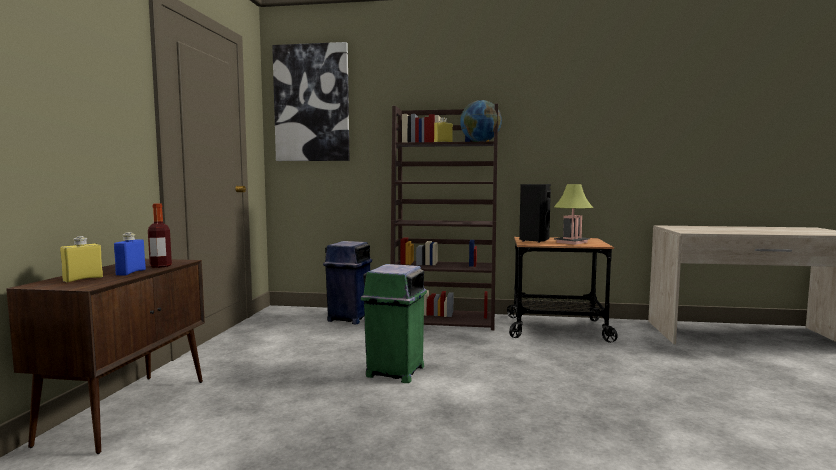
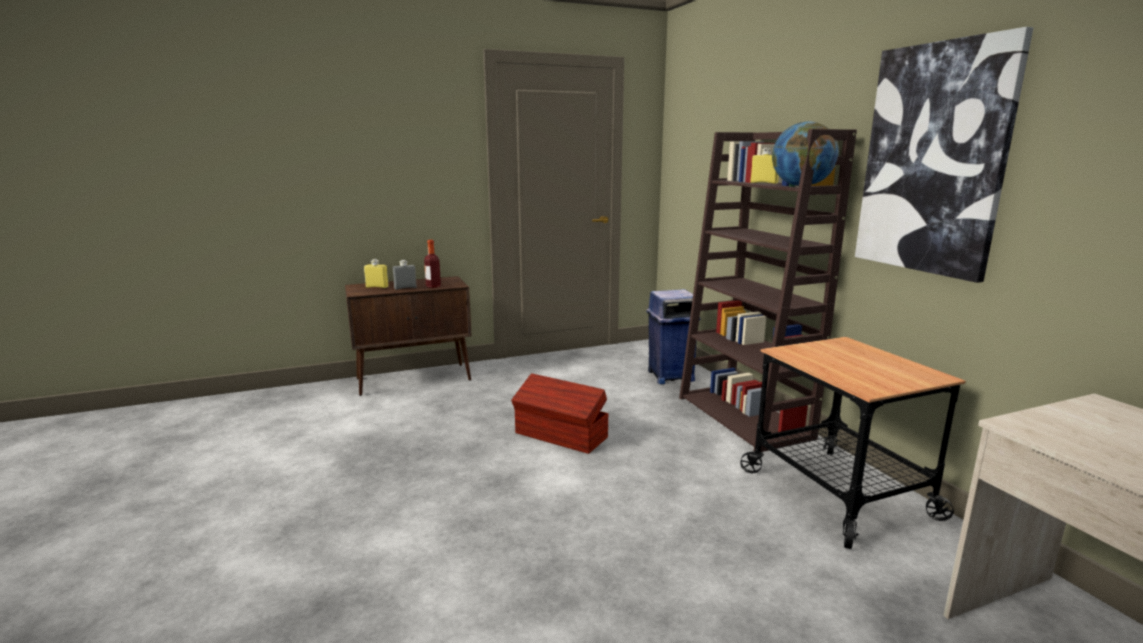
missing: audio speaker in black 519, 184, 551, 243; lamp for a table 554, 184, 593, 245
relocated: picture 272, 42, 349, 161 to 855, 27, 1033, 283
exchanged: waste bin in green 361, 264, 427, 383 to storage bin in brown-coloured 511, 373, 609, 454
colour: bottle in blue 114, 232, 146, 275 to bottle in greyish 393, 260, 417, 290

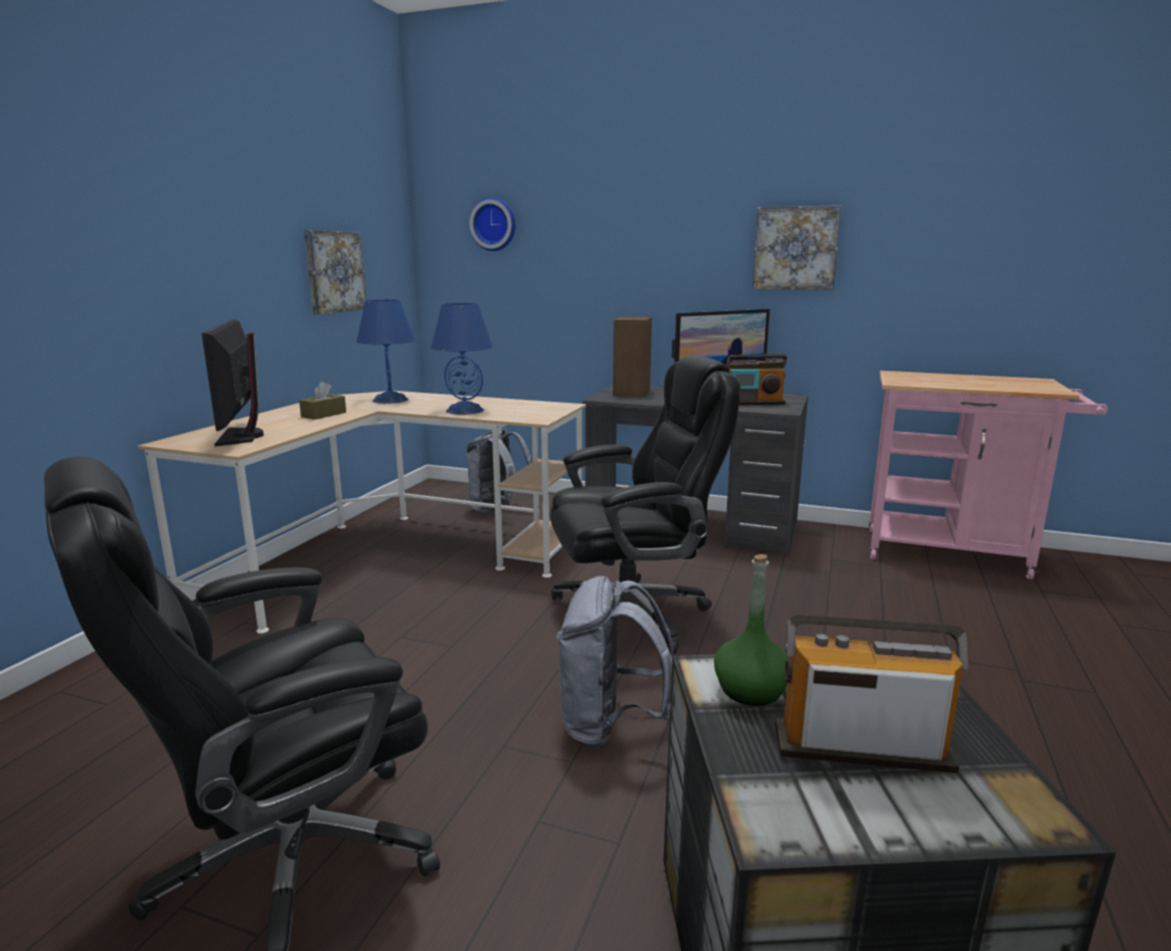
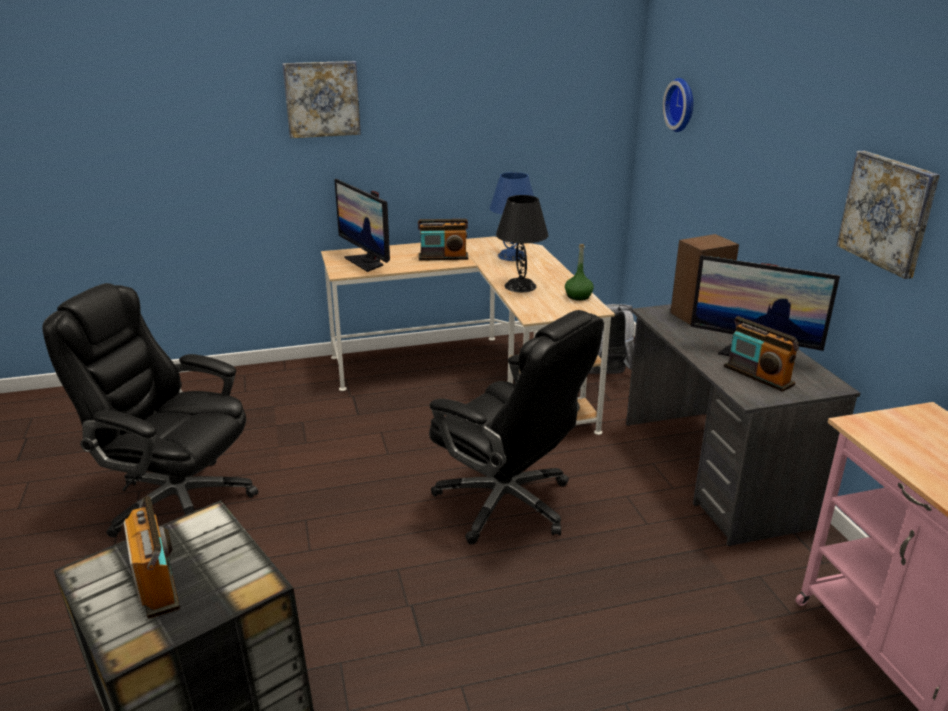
missing: backpack in greyish 557, 576, 673, 749
relocated: picture 304, 230, 366, 314 to 282, 61, 361, 138; bottle in green 714, 554, 790, 706 to 565, 244, 594, 301
exchanged: tissue holder in brown-coloured 299, 381, 346, 420 to radio 418, 219, 468, 261
colour: lamp for a table in blue 431, 303, 493, 415 to lamp for a table in black 496, 195, 548, 292
spun: computer screen 202, 319, 264, 446 = 334, 179, 390, 272 75 degrees counterclockwise

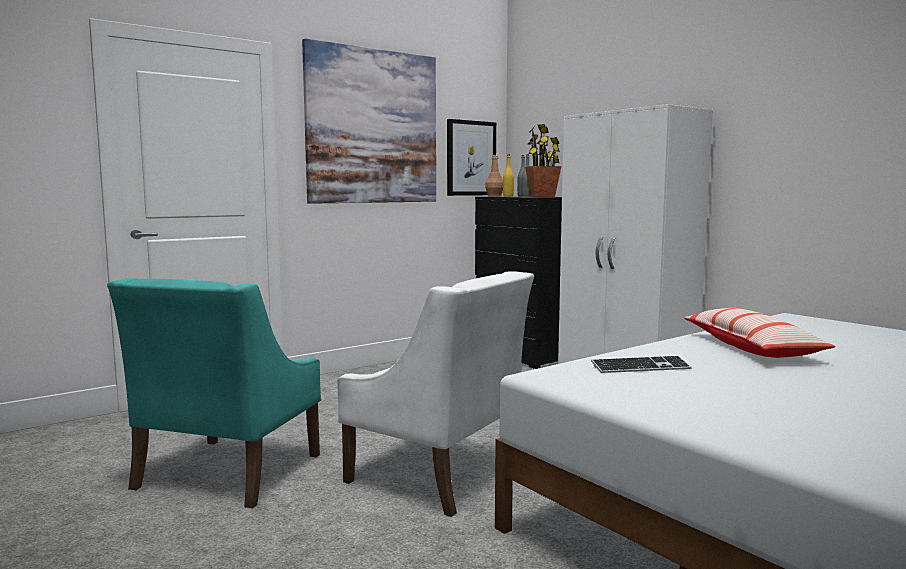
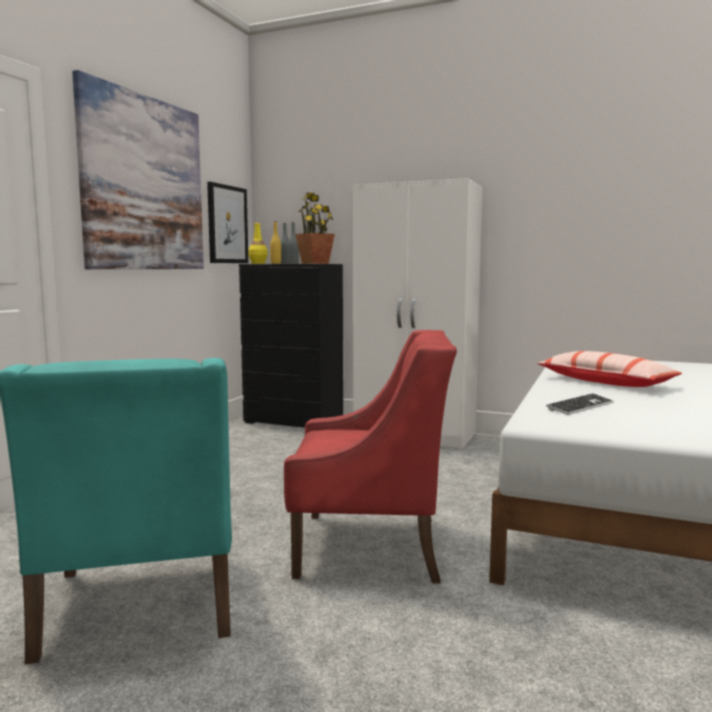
colour: armchair in white 337, 271, 534, 517 to armchair in red-coloured 284, 330, 457, 584; bottle in brown-coloured 485, 155, 503, 196 to bottle in yellowish 248, 222, 268, 264

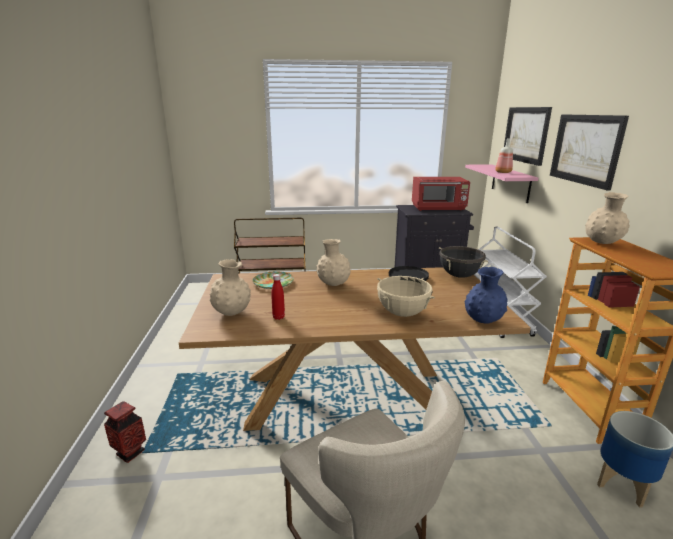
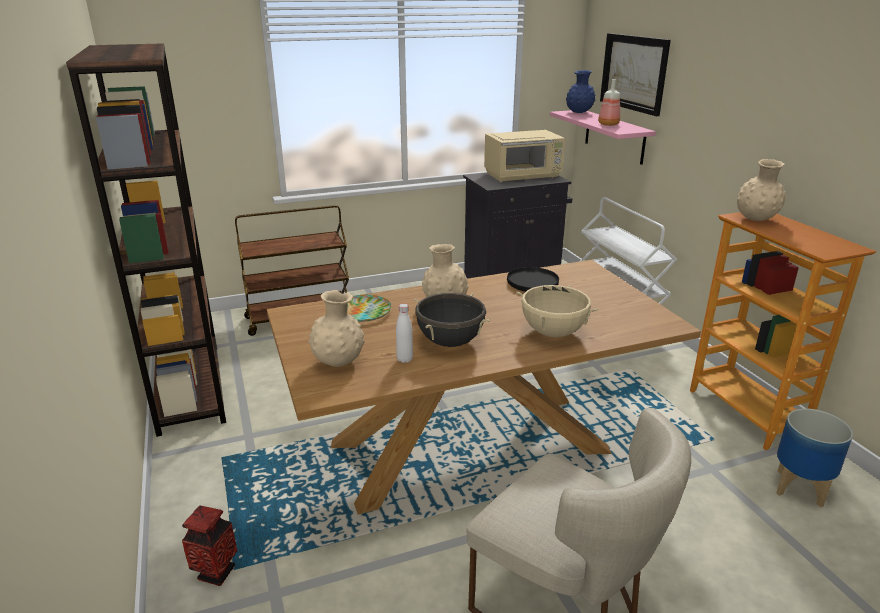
missing: picture 550, 114, 629, 190
appeared: bookcase in brown-coloured 66, 43, 226, 437
relocated: saucepot in black 439, 246, 488, 278 to 414, 293, 490, 347; decorative vase in blue 465, 267, 508, 324 to 566, 70, 596, 113
colour: bottle in red-coloured 271, 274, 285, 320 to bottle in white 396, 304, 413, 363; kitchen microwave in red-coloured 412, 177, 470, 211 to kitchen microwave in sand-coloured 484, 130, 565, 182

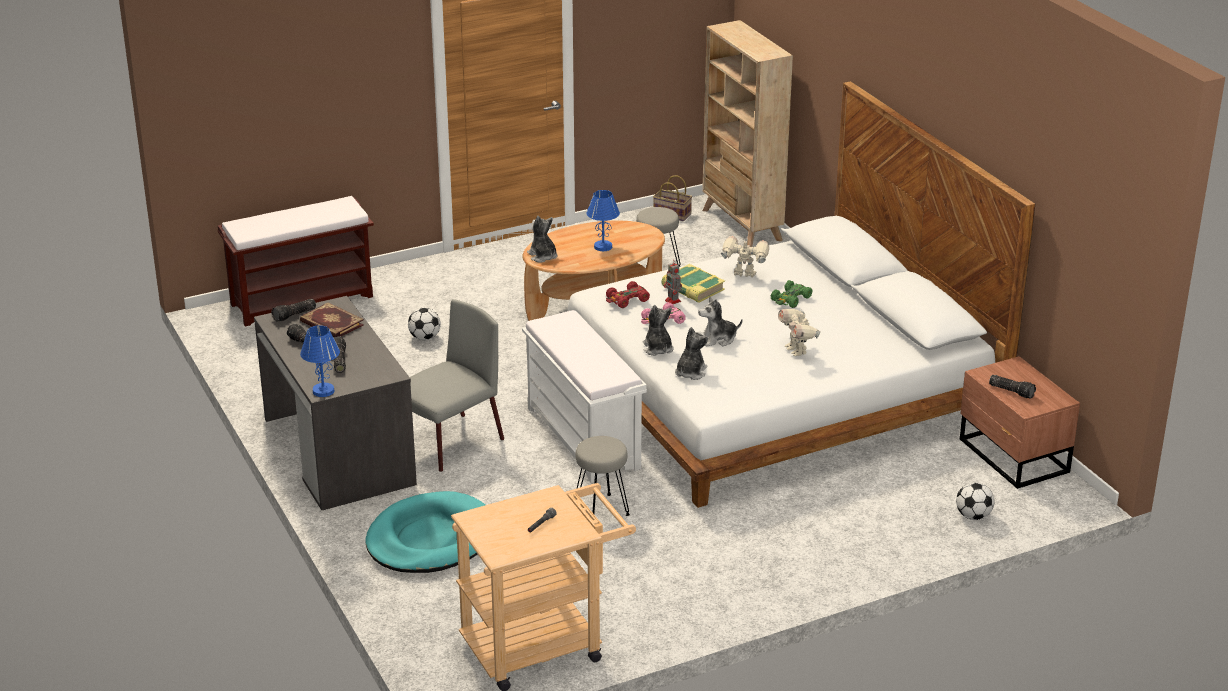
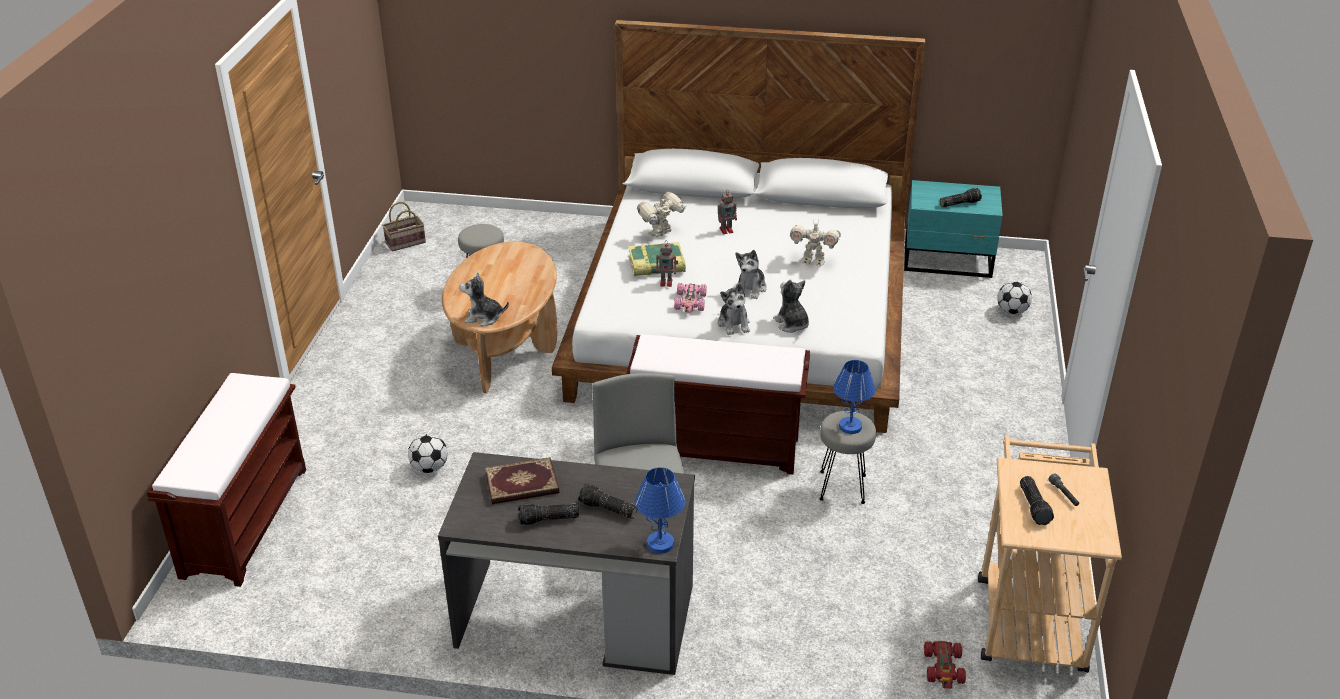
missing: dog bed in turquoise 366, 491, 485, 573; bookcase in sand-coloured 702, 20, 793, 247
relocated: flashlight 271, 299, 316, 322 to 1020, 476, 1054, 525; lamp for a table in blue 587, 190, 620, 251 to 833, 360, 875, 434; model car in red-coloured 606, 281, 650, 308 to 924, 641, 966, 689
exchanged: model car in green 771, 280, 813, 308 to model robot 718, 190, 737, 234
colour: bench in white 522, 310, 647, 483 to bench in brown-coloured 626, 334, 810, 475; nightstand in brown-coloured 960, 356, 1080, 489 to nightstand in turquoise 904, 180, 1003, 278
spun: cuddly toy 643, 305, 674, 356 = 718, 284, 750, 335 120 degrees counterclockwise

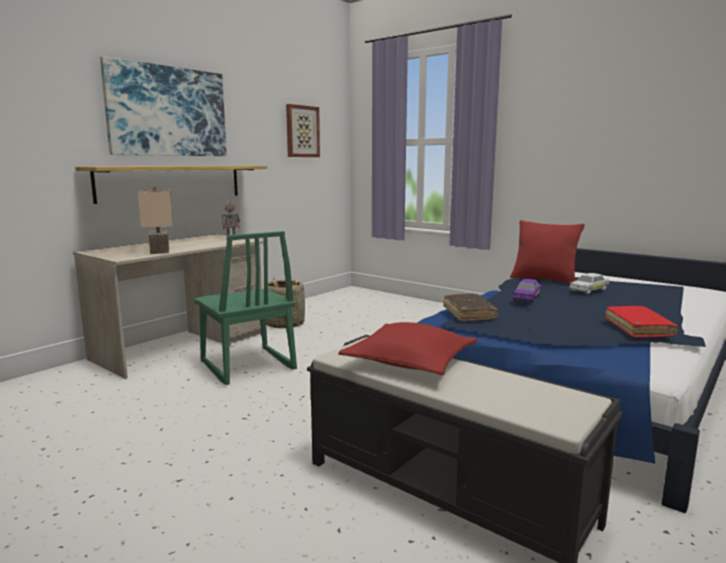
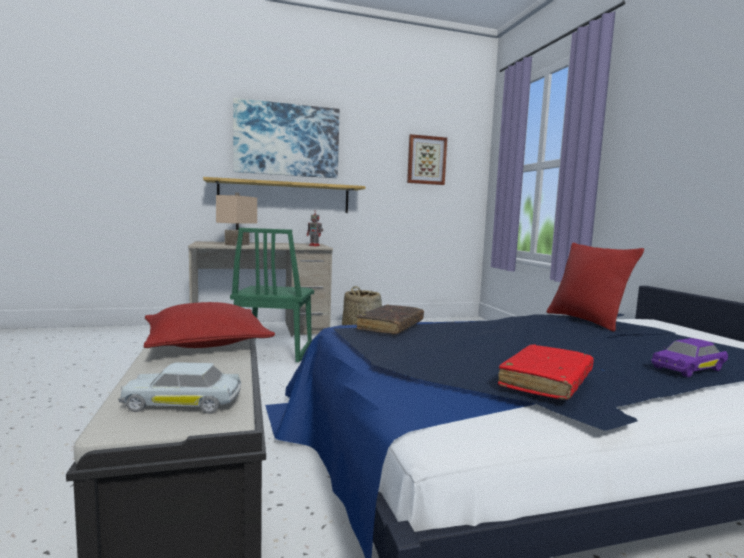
relocated: model car in purple 513, 279, 541, 303 to 651, 338, 728, 377; model car in white 570, 273, 609, 294 to 118, 362, 241, 414

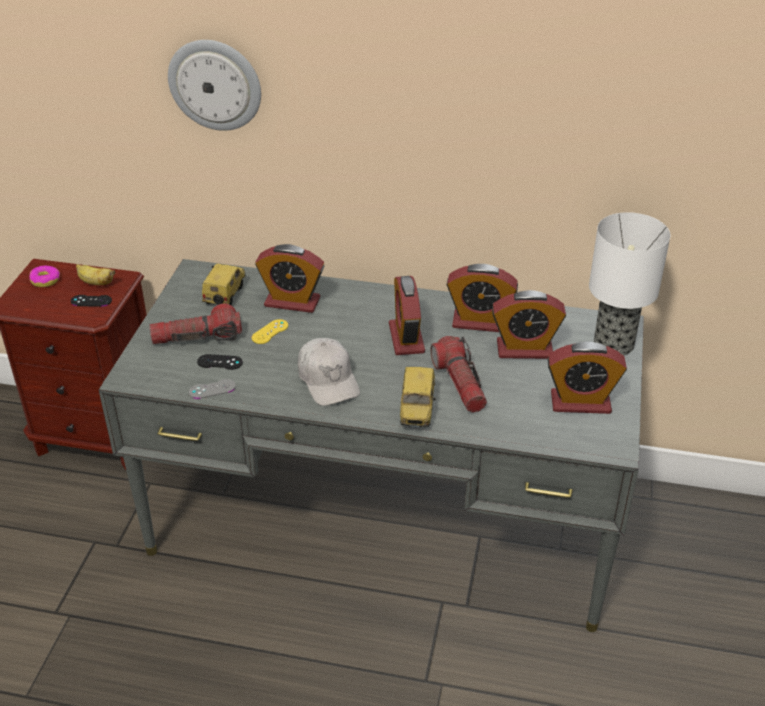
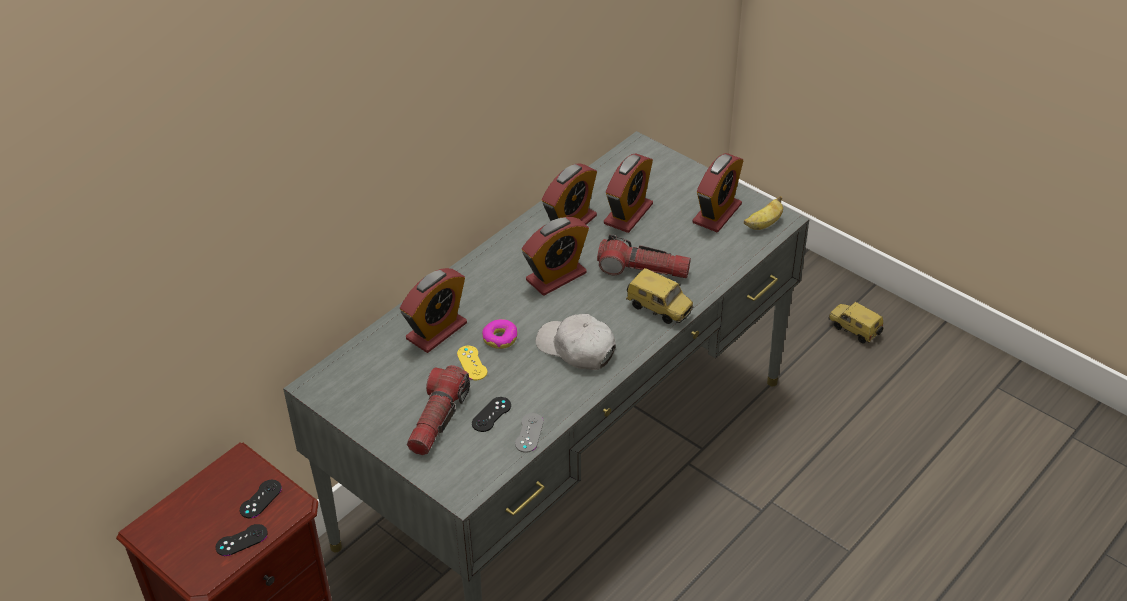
missing: clock on the wall 168, 40, 261, 131; lamp for a table 589, 212, 670, 356
appeared: game controller in black 216, 524, 268, 556
relocated: ring doughnut 29, 266, 60, 287 to 482, 319, 518, 349; banana fruit 76, 264, 115, 285 to 744, 196, 783, 230; model car 202, 264, 246, 305 to 828, 302, 883, 344
spun: cap in white 298, 338, 360, 406 = 536, 314, 616, 370 150 degrees counterclockwise; table clock 389, 276, 425, 355 = 522, 217, 589, 296 60 degrees counterclockwise

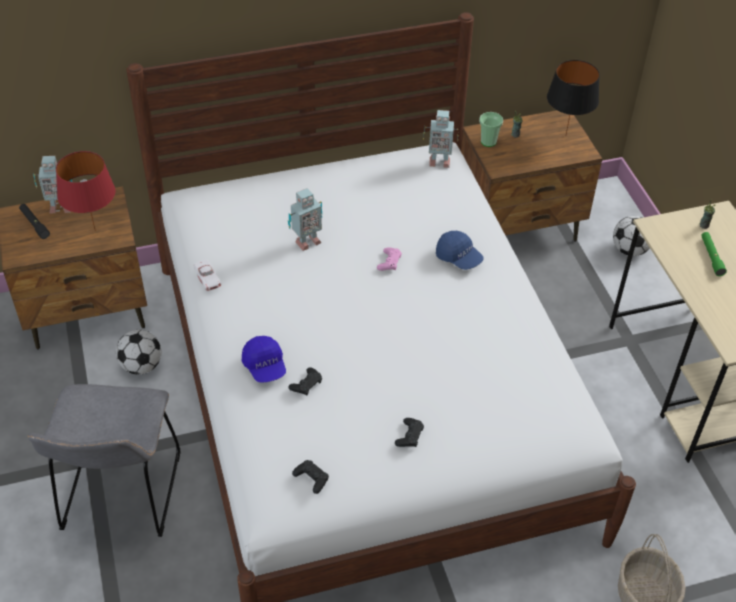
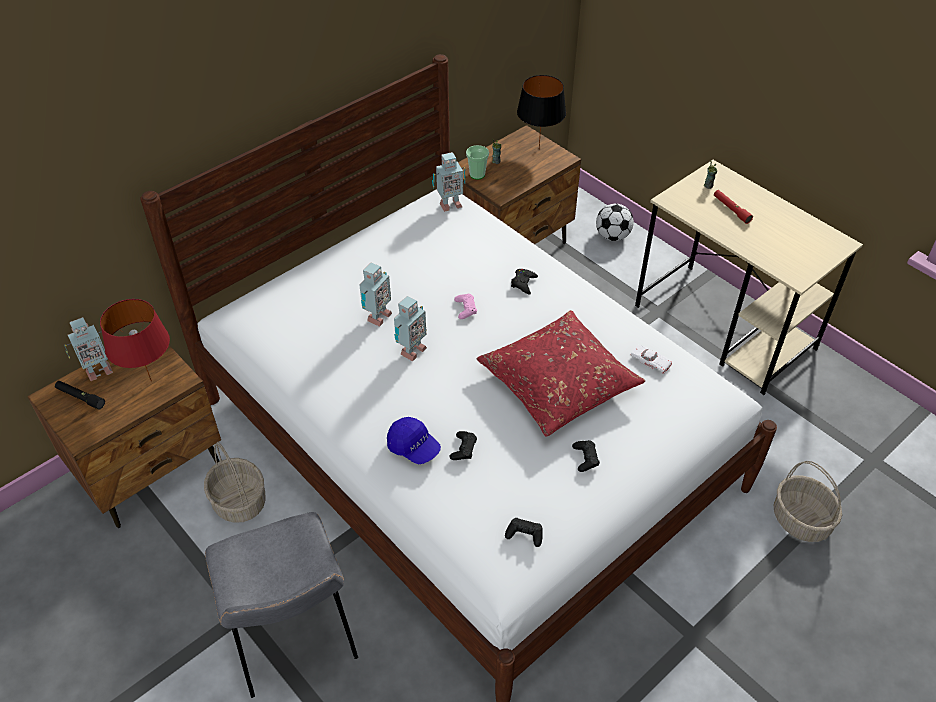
appeared: model robot 394, 296, 427, 362; cushion in red-coloured 477, 310, 645, 437
relocated: model car in white 193, 260, 221, 291 to 631, 345, 672, 374
exchanged: ball for football 116, 330, 162, 375 to storage basket 204, 442, 266, 523; cap in blue 436, 231, 484, 270 to game controller in black 511, 269, 538, 295
colour: flashlight in green 701, 232, 727, 276 to flashlight in red-coloured 714, 190, 753, 224

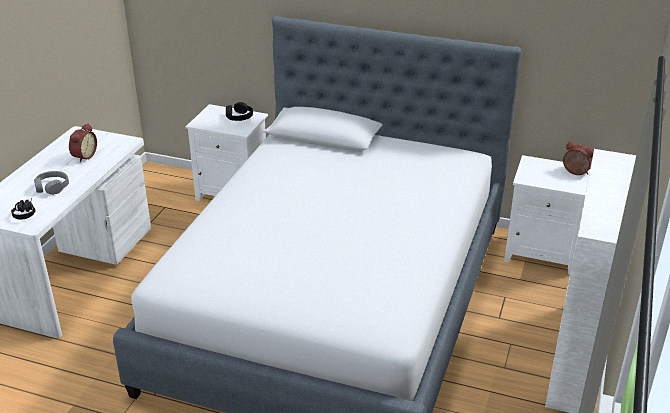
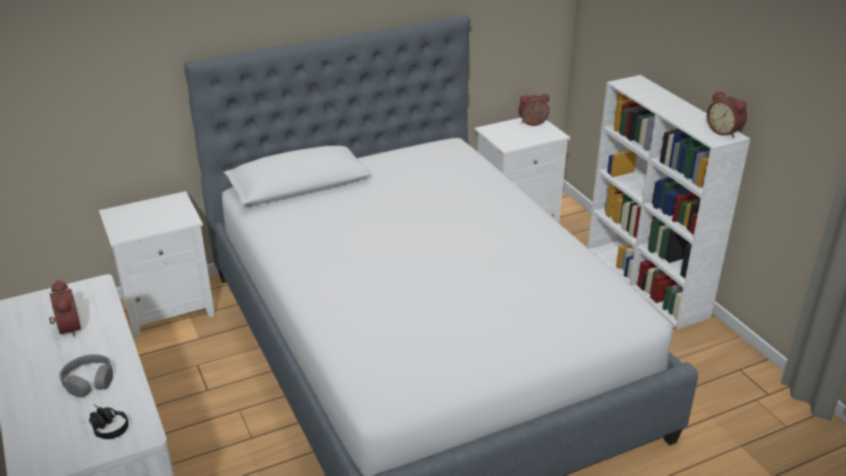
missing: headphones in black 226, 102, 253, 121
appeared: table clock 707, 90, 747, 138

